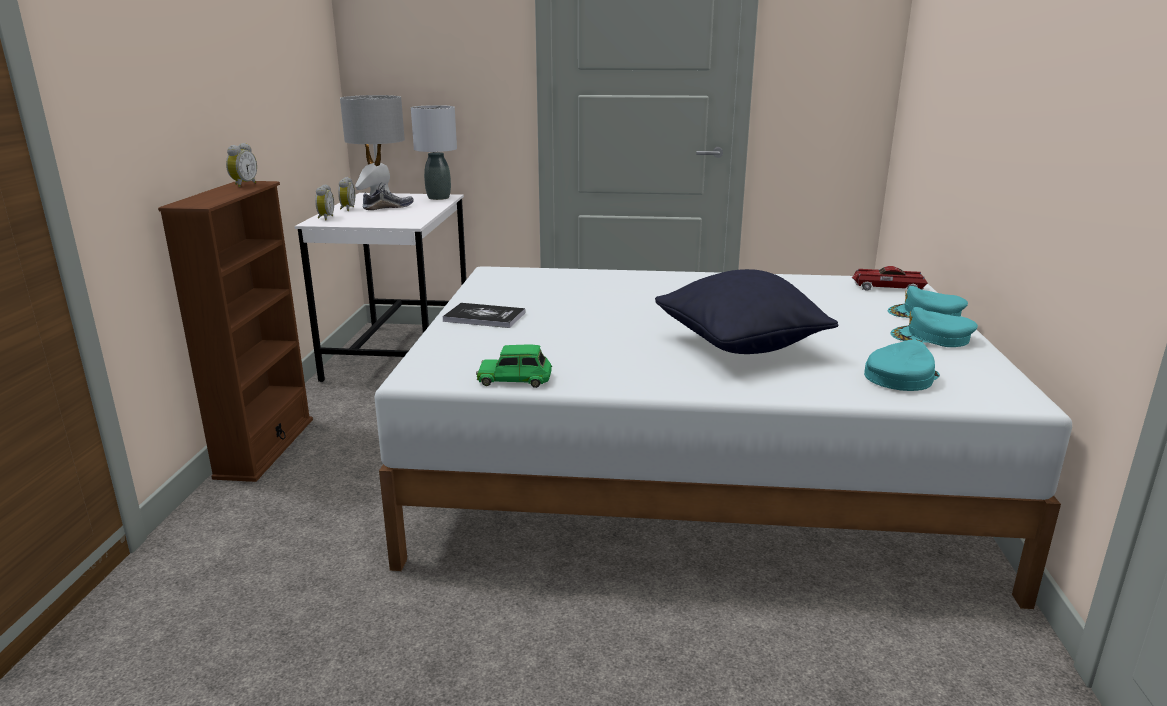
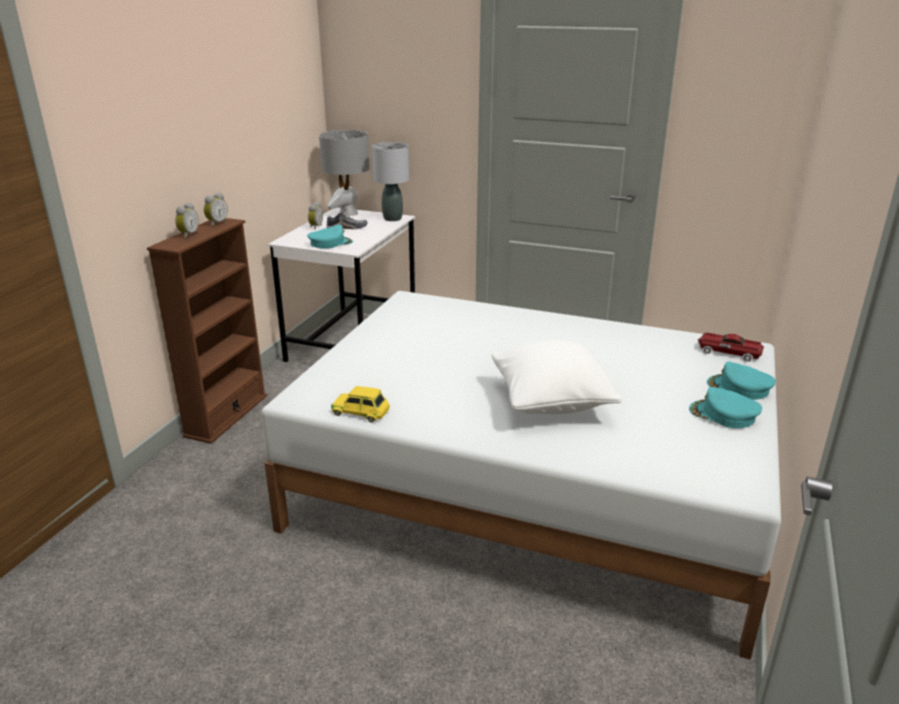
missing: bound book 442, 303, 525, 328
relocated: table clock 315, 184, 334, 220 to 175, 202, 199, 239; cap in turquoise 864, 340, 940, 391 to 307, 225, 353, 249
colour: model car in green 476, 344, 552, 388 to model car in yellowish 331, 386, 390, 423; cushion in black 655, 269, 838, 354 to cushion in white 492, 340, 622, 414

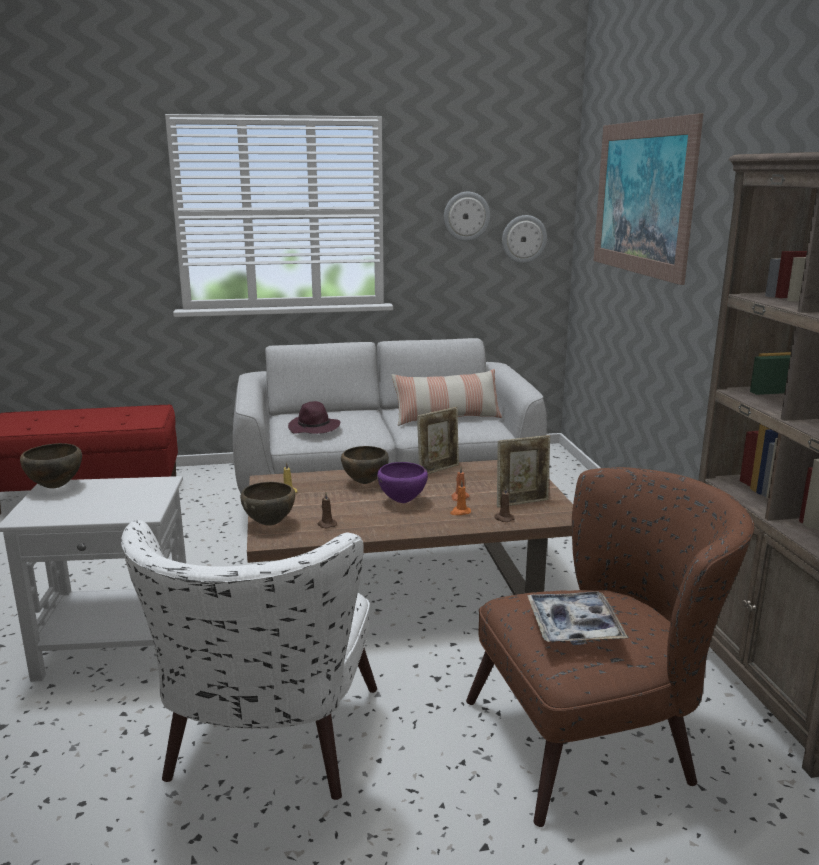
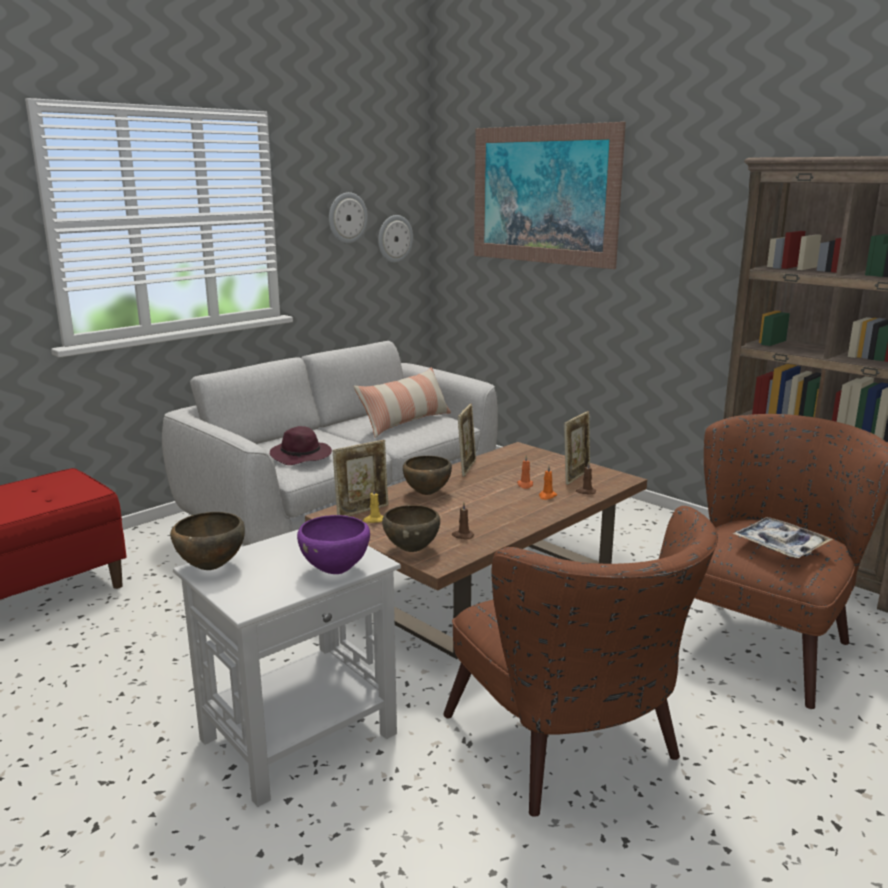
appeared: standing frame 333, 440, 389, 516
relocated: deep dish in purple 377, 462, 428, 503 to 297, 515, 370, 574
colour: armchair in white 121, 520, 377, 800 to armchair in brown-coloured 443, 506, 718, 817

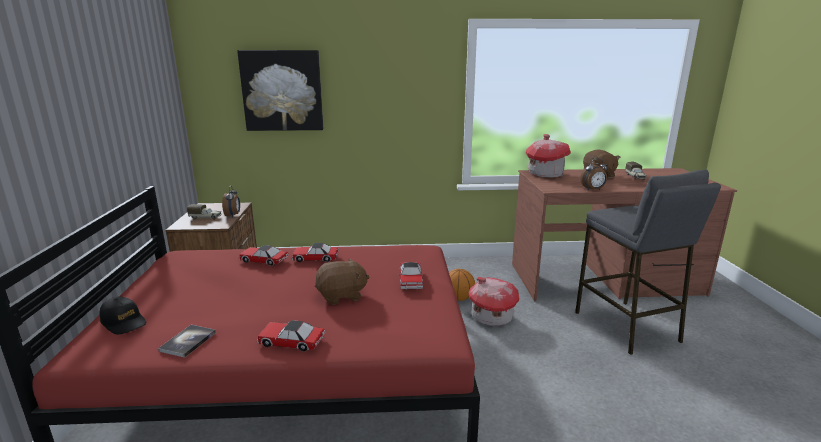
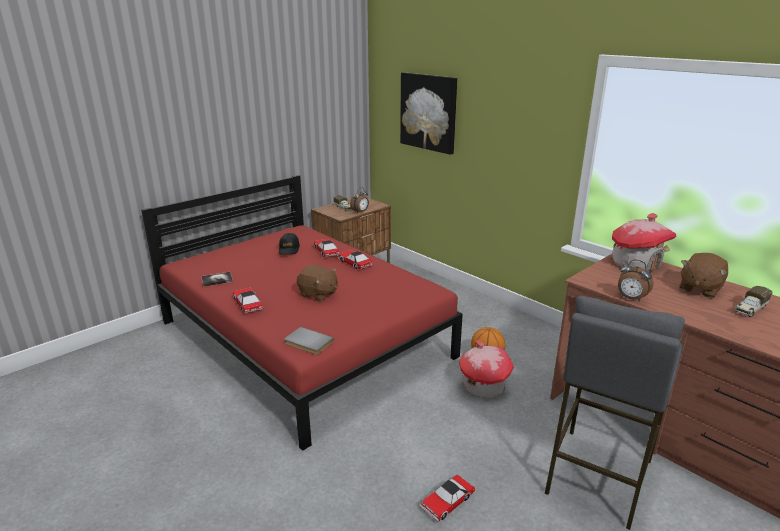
appeared: bound book in greyish 284, 327, 334, 355
relocated: cap in black 99, 296, 146, 334 to 279, 233, 300, 254; model car 399, 262, 424, 290 to 420, 475, 475, 522

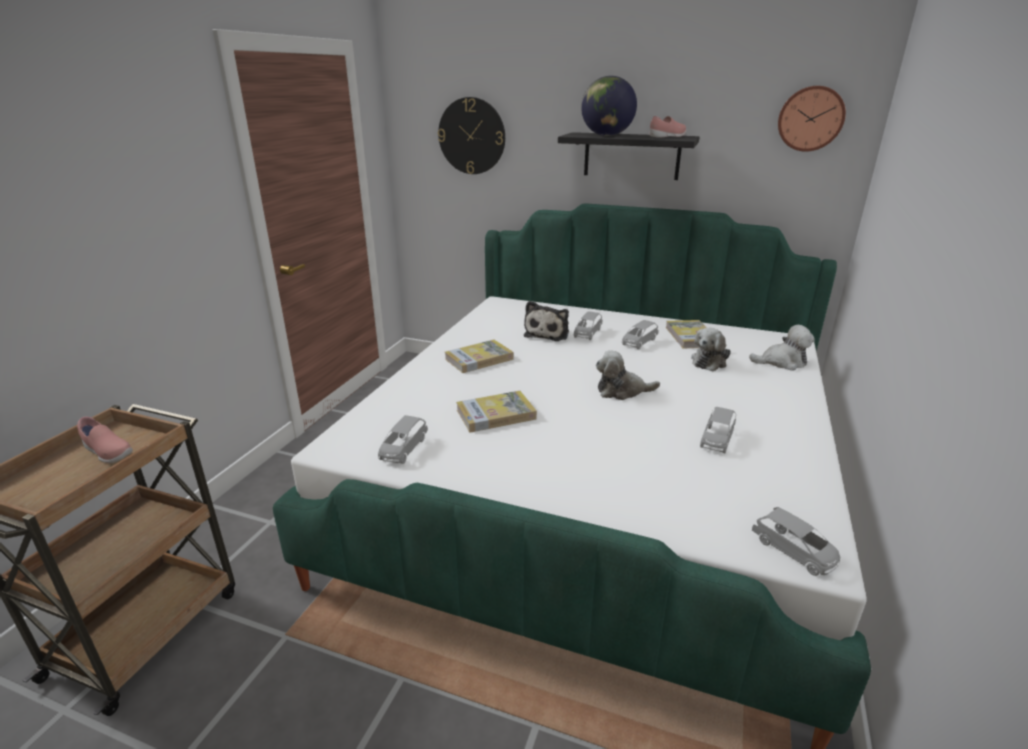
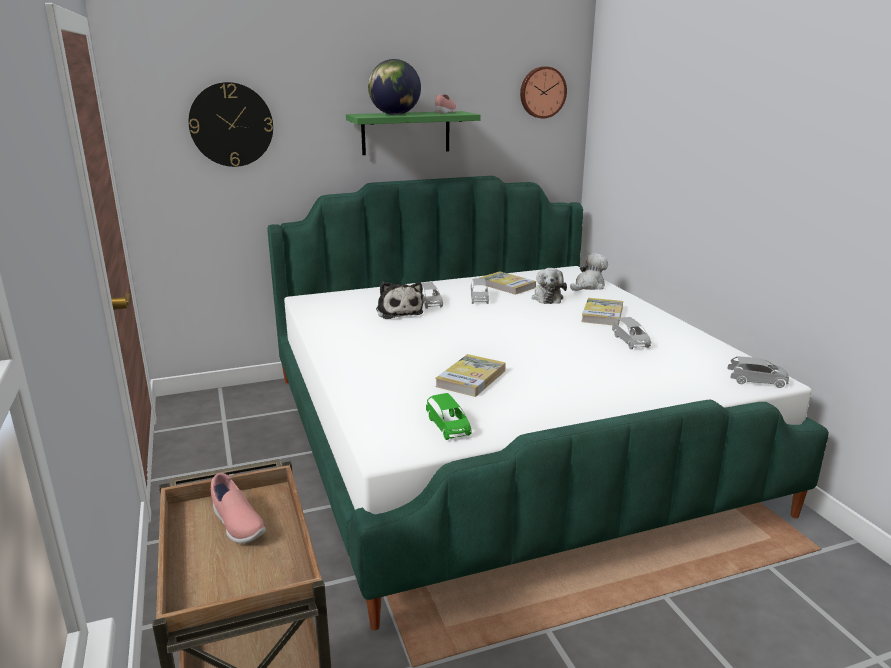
missing: cuddly toy 596, 350, 660, 400
relocated: bound book 445, 340, 514, 373 to 581, 298, 623, 325
colour: model car in greyish 378, 415, 428, 464 to model car in green 426, 393, 472, 440; shelf in black 558, 132, 699, 180 to shelf in green 346, 111, 481, 155
spun: low shoe in pinkish 77, 417, 133, 463 = 211, 473, 266, 544 60 degrees clockwise

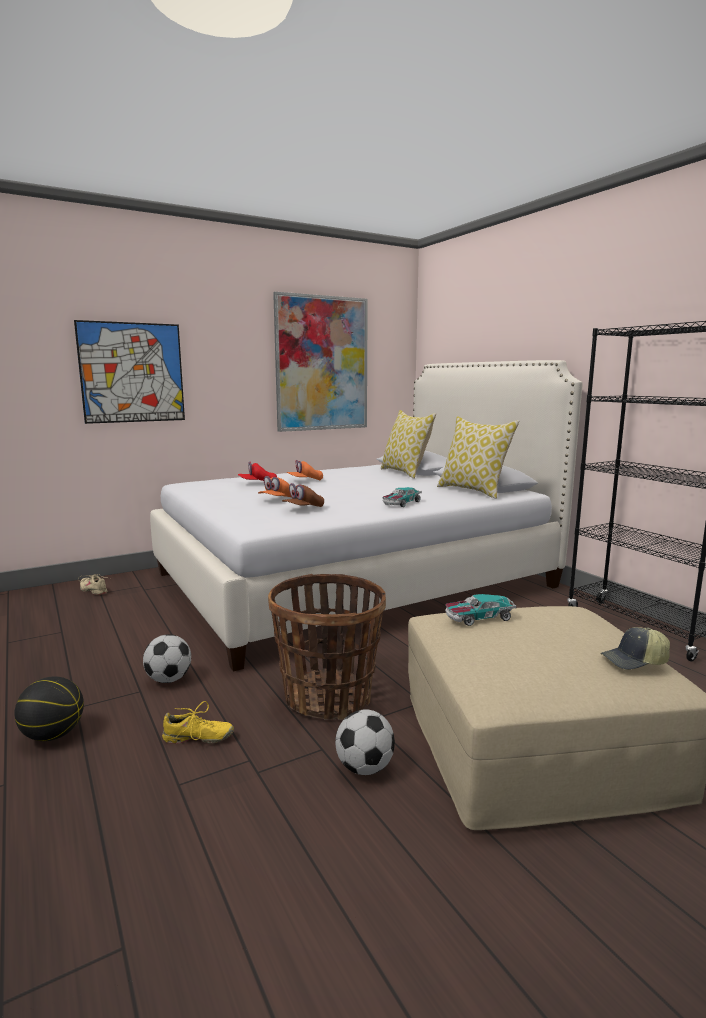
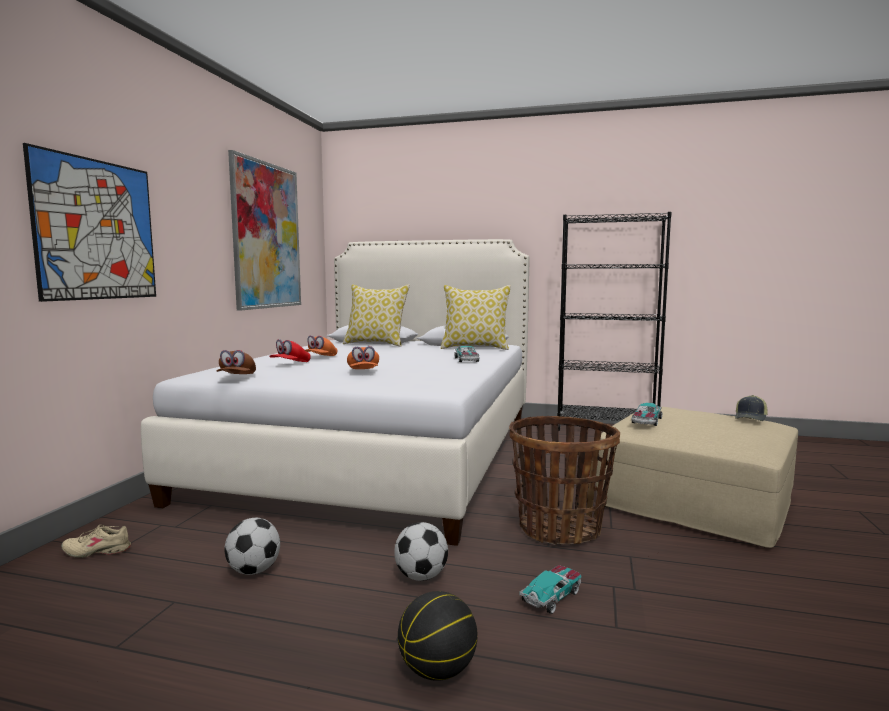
relocated: cap in brown-coloured 282, 483, 324, 507 to 217, 350, 256, 374; ball for football 335, 709, 395, 775 to 225, 518, 280, 575
exchanged: low shoe in yellowish 162, 701, 234, 744 to model car 519, 565, 582, 614

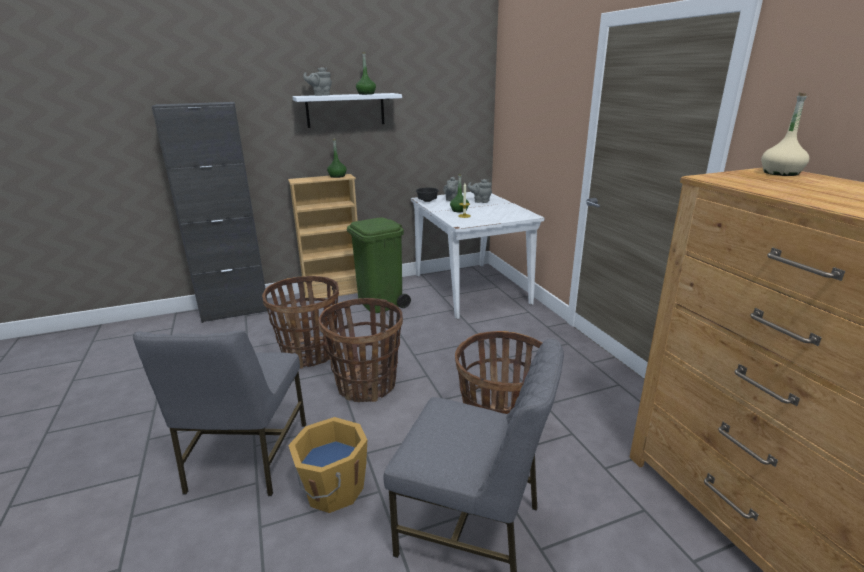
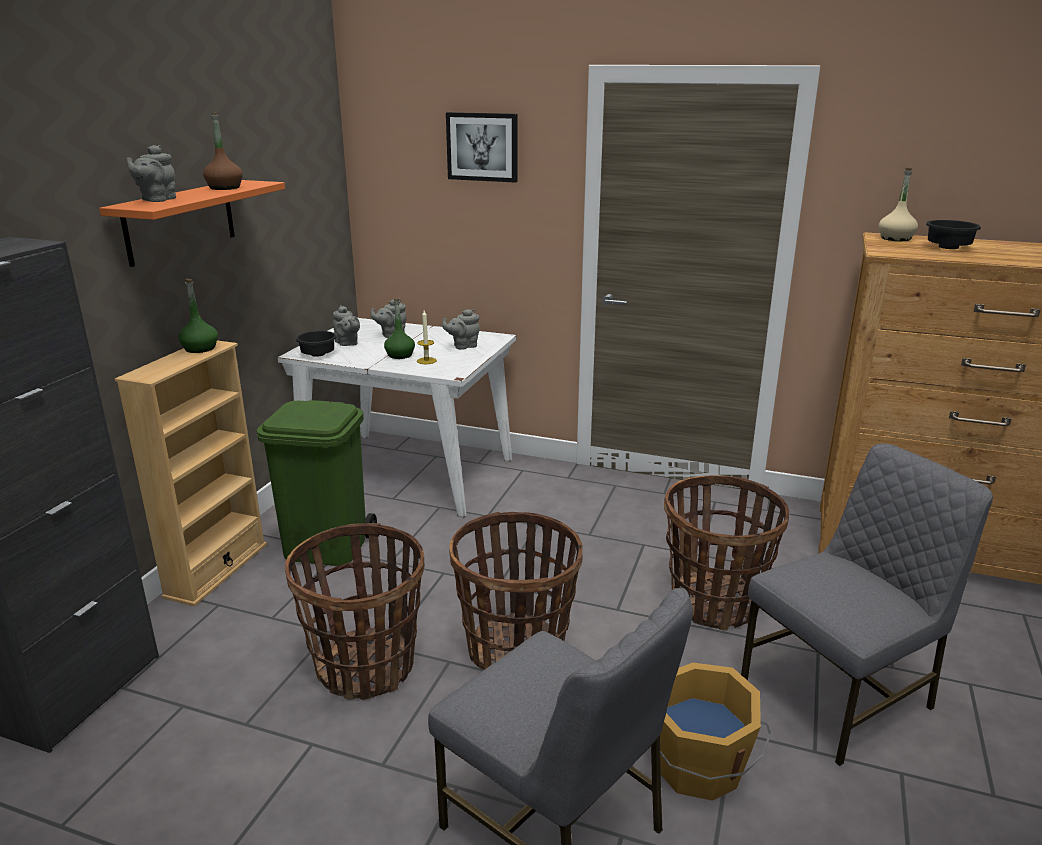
appeared: tea pot in greyish 442, 309, 480, 350; picture 446, 112, 518, 183; deep dish in black 926, 220, 981, 249
colour: shelf in white 293, 93, 402, 128 to shelf in orange 99, 180, 285, 267; bottle in green 356, 52, 376, 95 to bottle in brown-coloured 203, 112, 243, 190

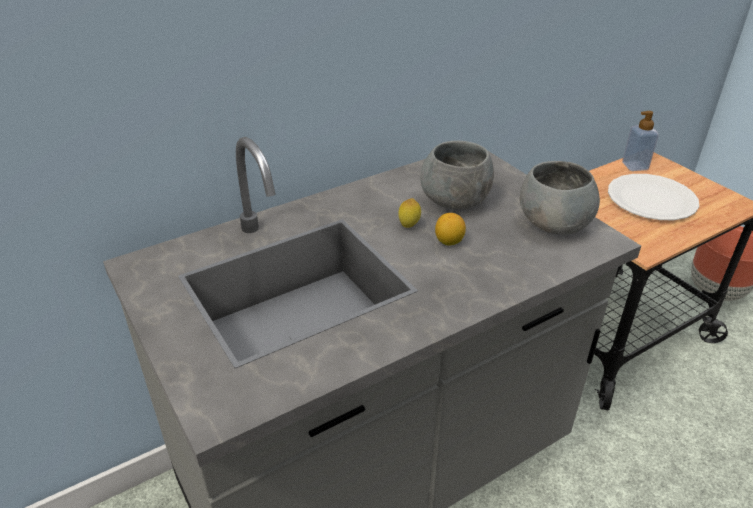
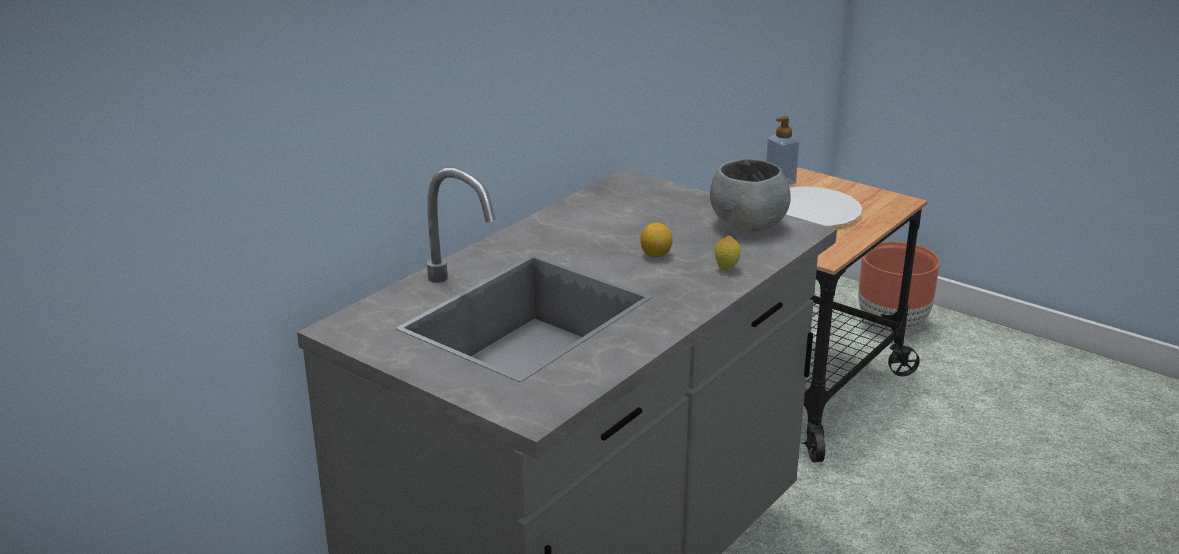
missing: deep dish in greyish 420, 141, 494, 210
relocated: citrus fruit 398, 198, 421, 228 to 715, 236, 741, 270

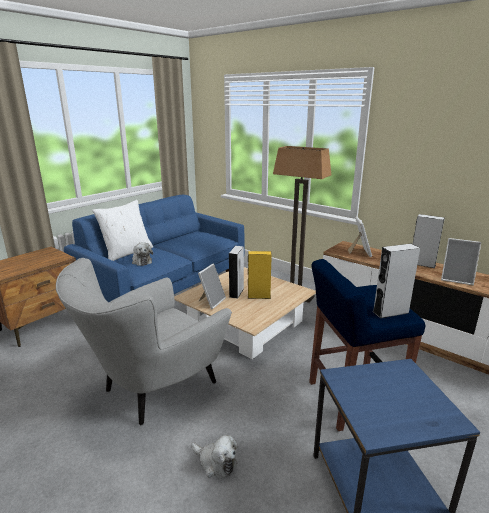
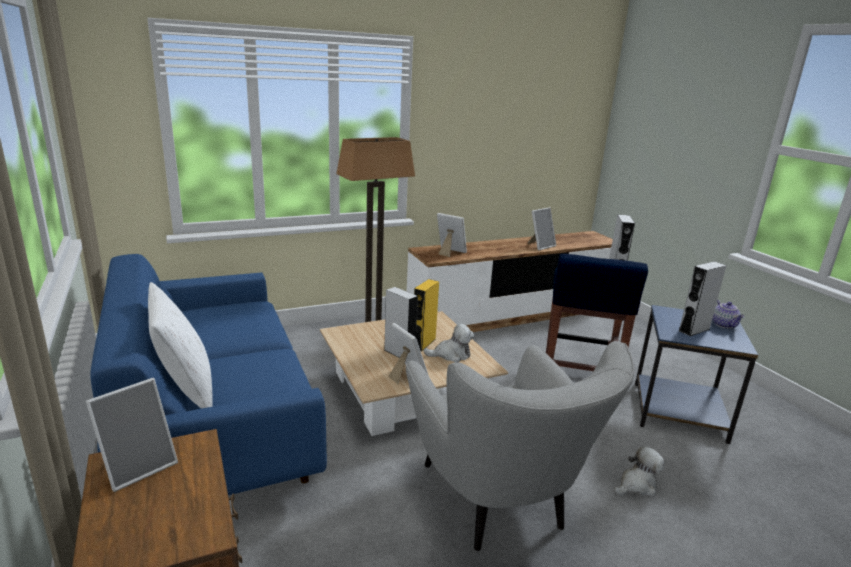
appeared: standing frame 86, 378, 178, 492; tea pot 712, 300, 745, 328
relocated: cuddly toy 132, 242, 153, 266 to 423, 323, 474, 362; audio speaker in greyish 413, 214, 445, 268 to 679, 261, 727, 336

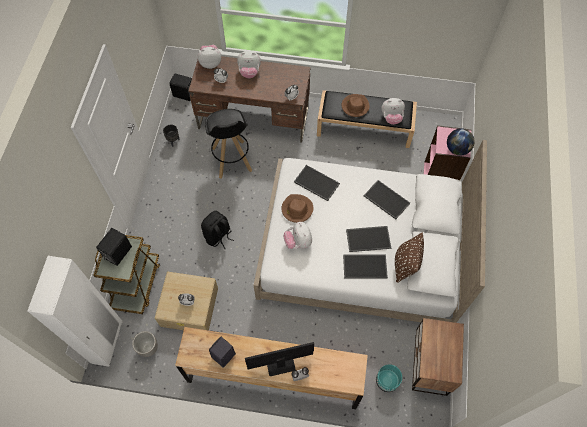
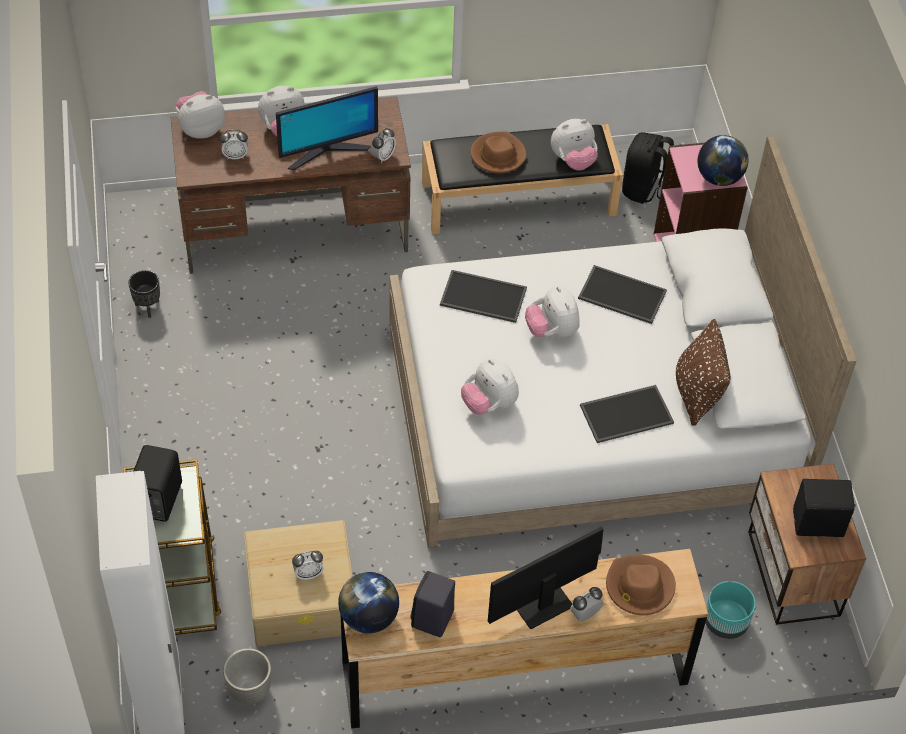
missing: stool in black 205, 109, 252, 179; tray 346, 226, 391, 252
appeared: computer screen 276, 87, 378, 170; desk globe 338, 572, 399, 633; cuddly toy 525, 286, 580, 337
relocated: audio speaker in black 169, 73, 192, 101 to 793, 479, 856, 537; backpack in black 201, 211, 234, 249 to 622, 132, 674, 204; clothing hat in brown-coloured 282, 194, 313, 223 to 606, 554, 676, 615

